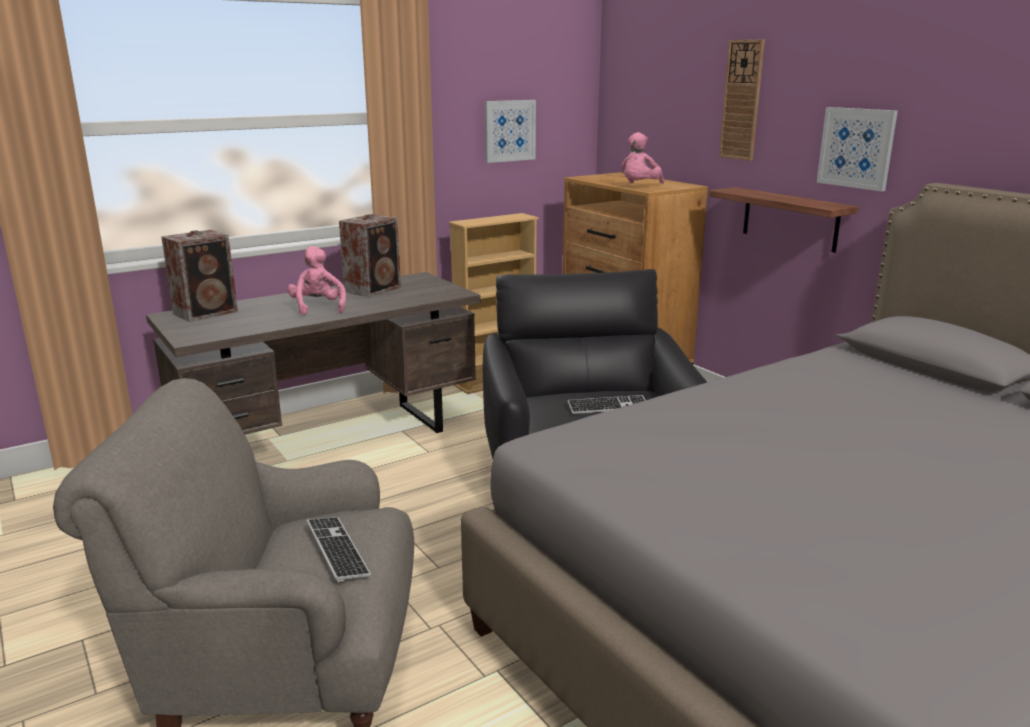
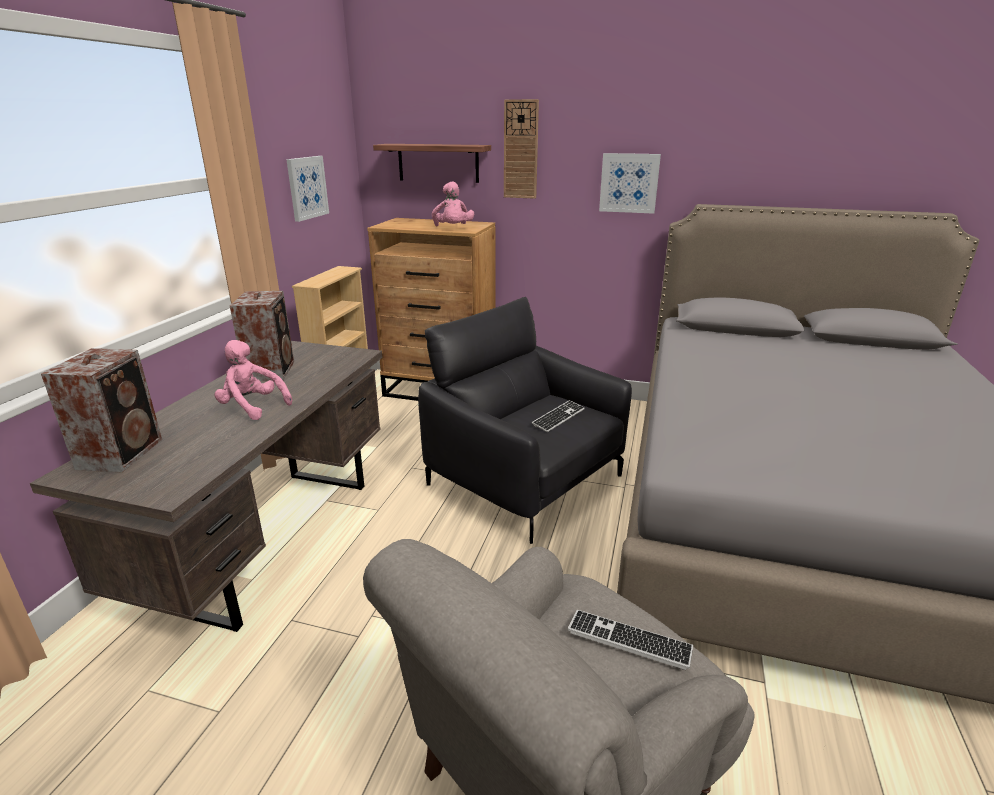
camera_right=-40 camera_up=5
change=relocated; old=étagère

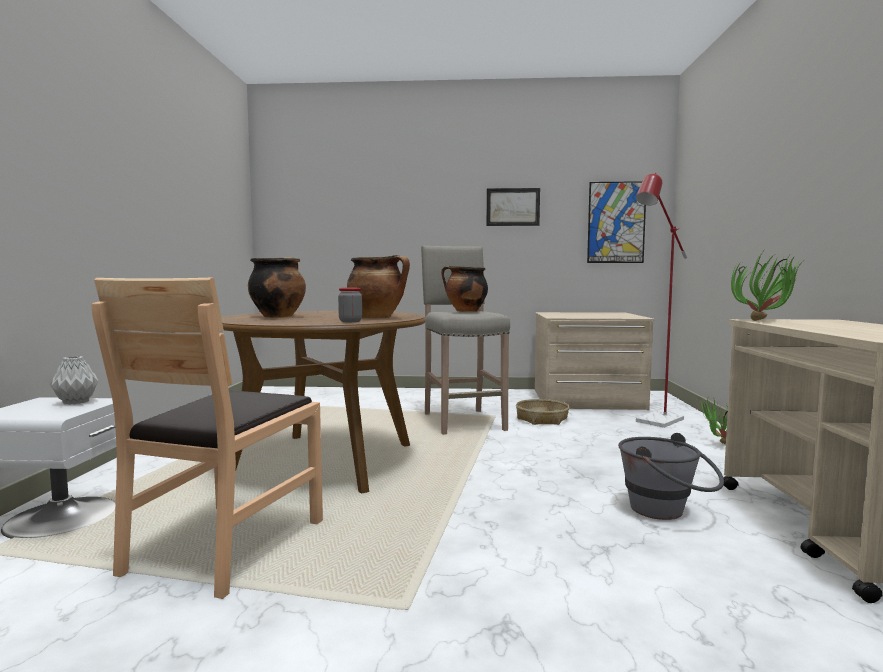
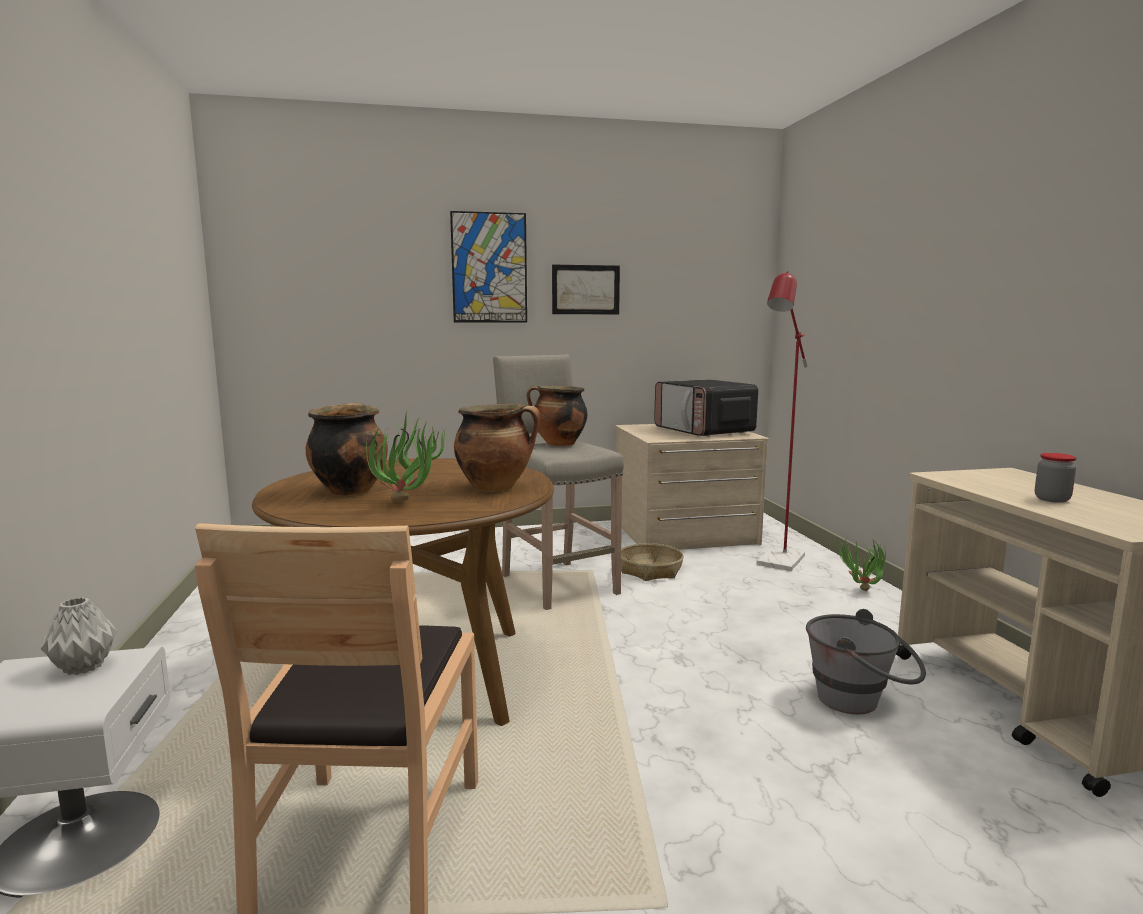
camera_right=-15 camera_up=5
change=appeared; new=micro-ondes
change=relocated; old=bocal
change=relocated; old=tableau (no. 2 from left in the first image); new=tableau (no. 1 from left)
change=relocated; old=plante en pot (no. 2 from left in the first image); new=plante en pot (no. 1 from left)

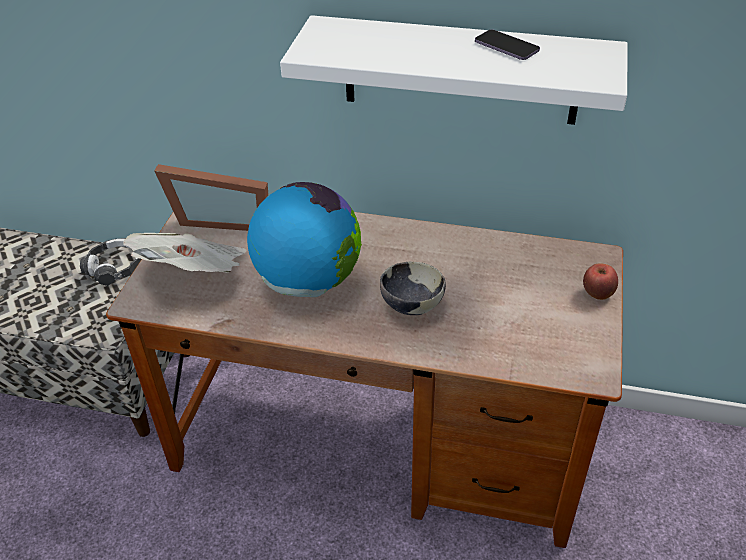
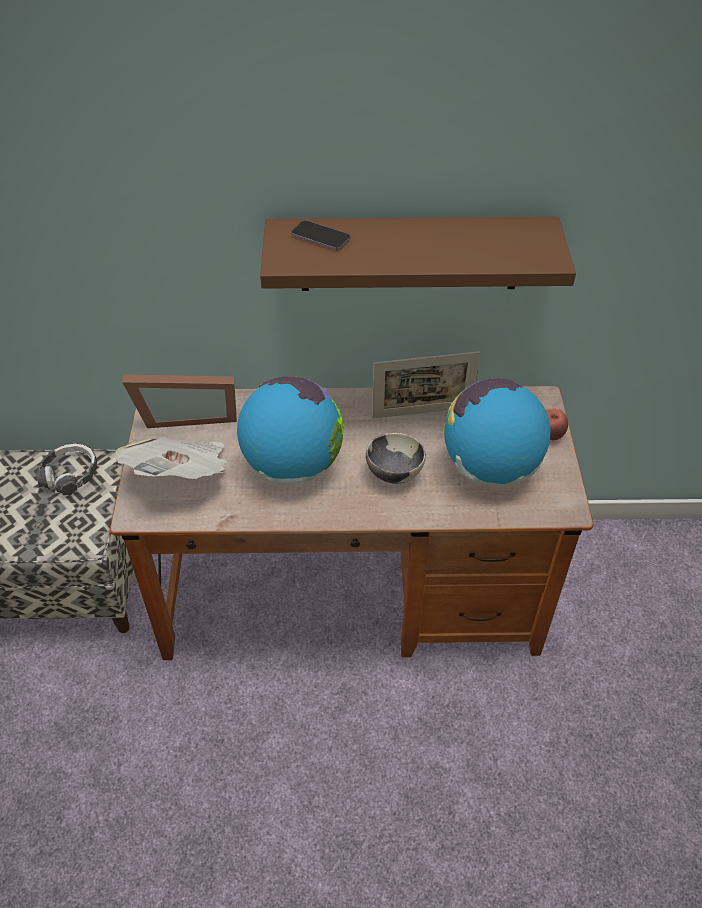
camera_right=-15 camera_up=5
change=appeared; new=cadre photo (no. 2 from left)
change=appeared; new=globe (no. 2 from left)
change=relocated; old=téléphone
change=colour; old=étagère [blanc]; new=étagère [marron]

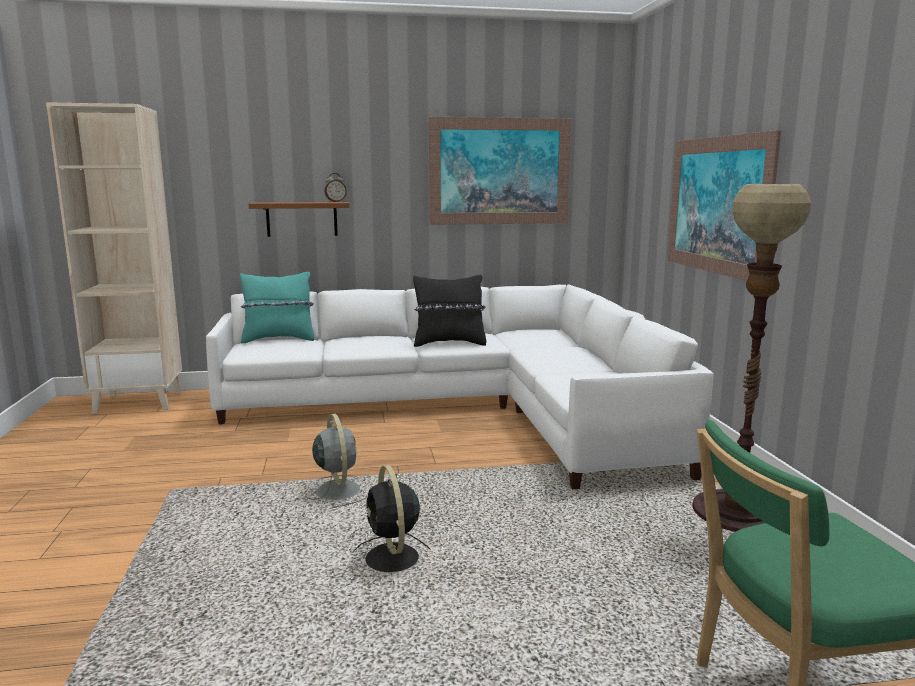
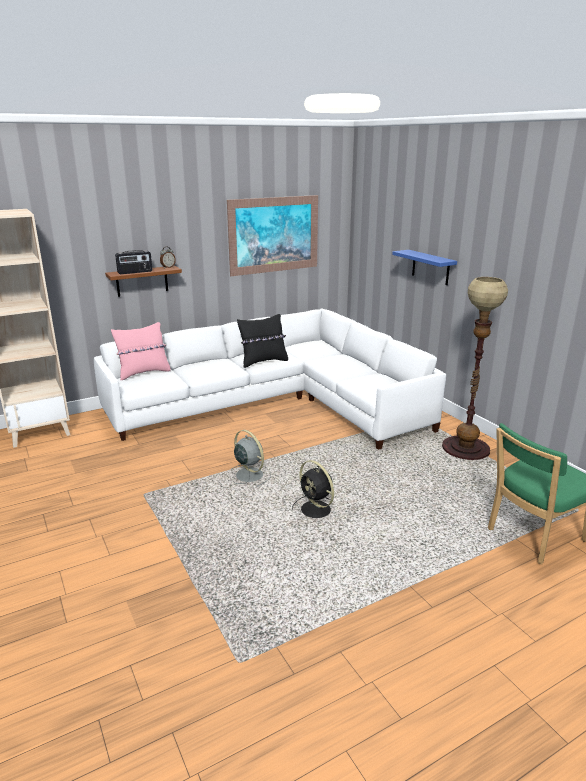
camera_right=-20 camera_up=10
change=appeared; new=radio
change=exchanged; old=tableau (no. 2 from left); new=étagère [bleu]
change=colour; old=coussin [turquoise]; new=coussin [rose]

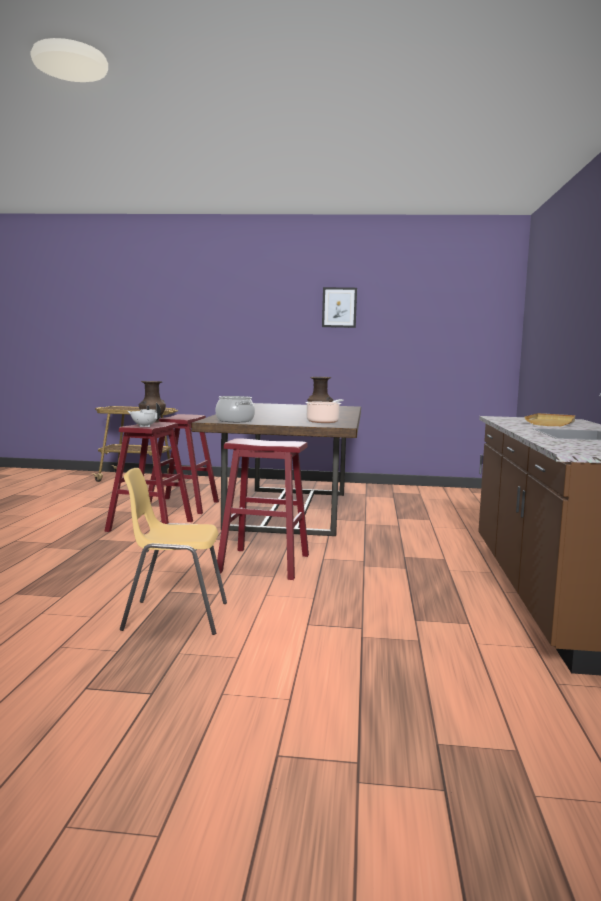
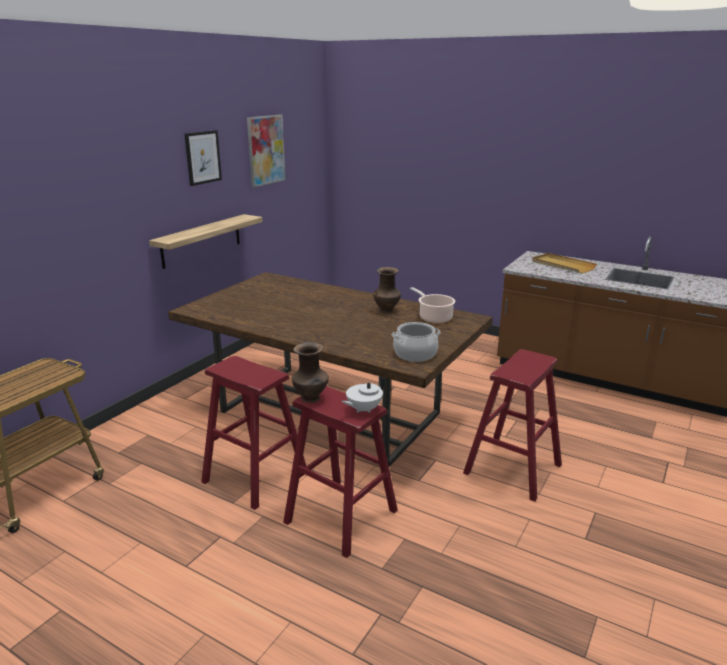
camera_right=-65 camera_up=15
change=missing; old=chaise [jaune]
change=appeared; new=étagère
change=appeared; new=tableau (no. 2 from left)

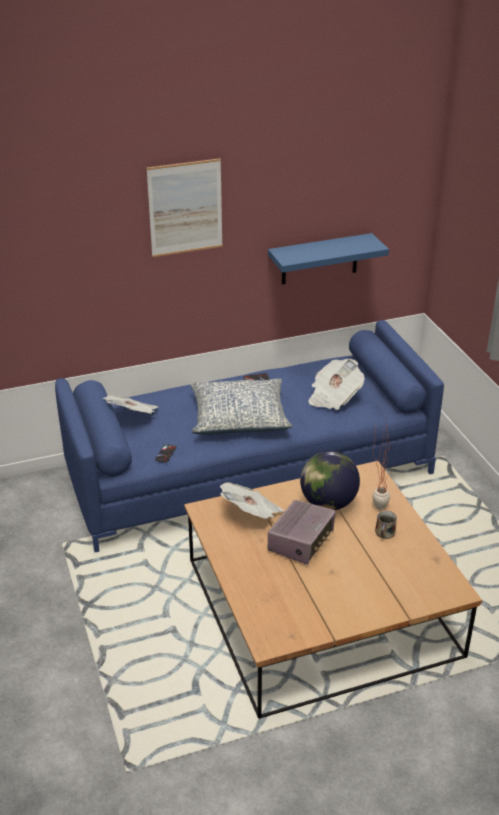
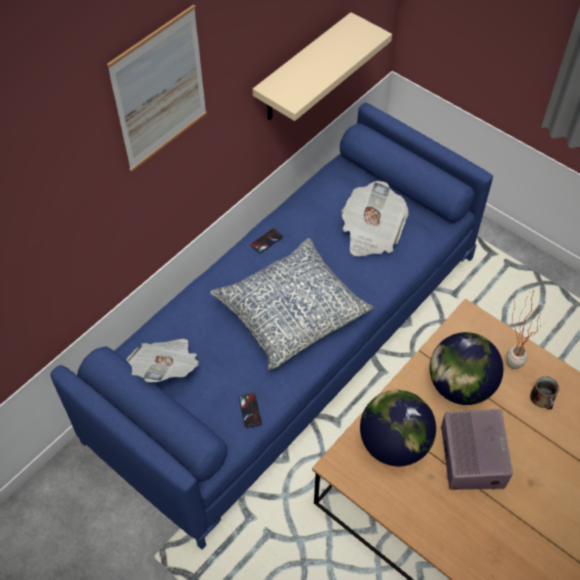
camera_right=-30 camera_up=20
change=exchanged; old=journal (no. 2 from left); new=globe (no. 1 from left)
change=colour; old=étagère [bleu]; new=étagère [beige]

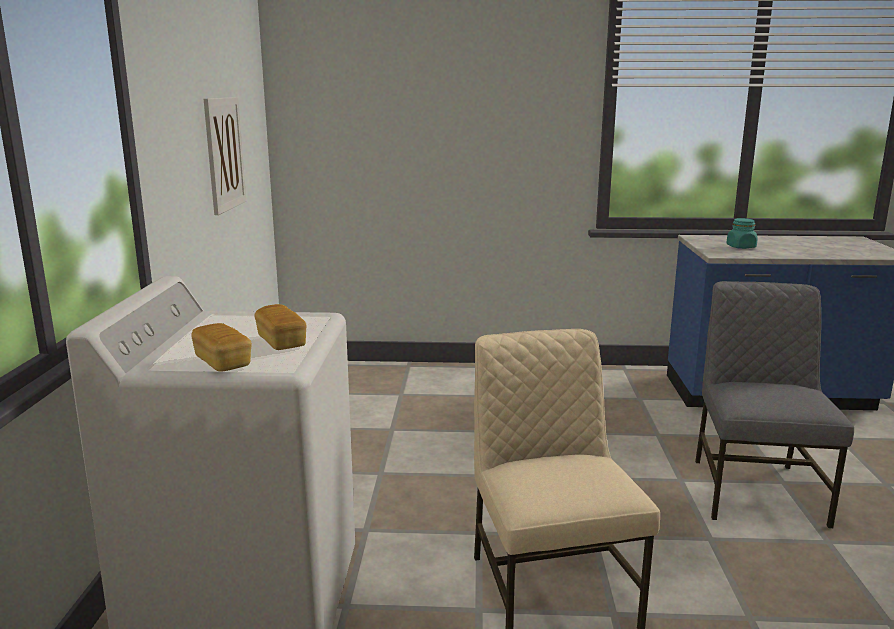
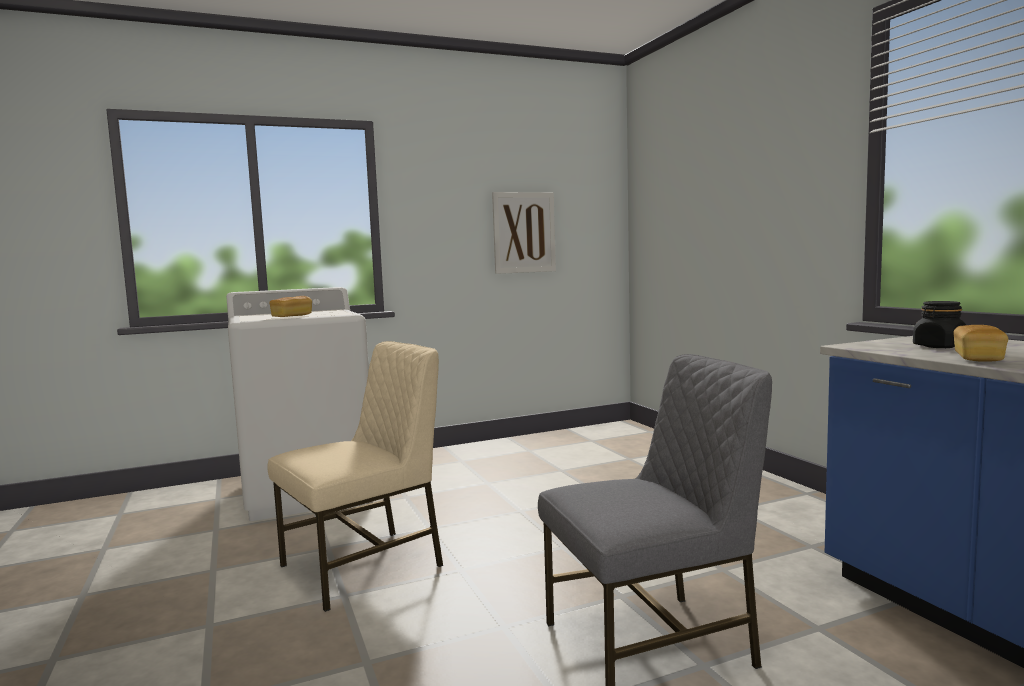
camera_right=65 camera_up=-10
change=relocated; old=pain (no. 1 from left in the first image); new=pain (no. 2 from left)
change=colour; old=bocal [turquoise]; new=bocal [noir]

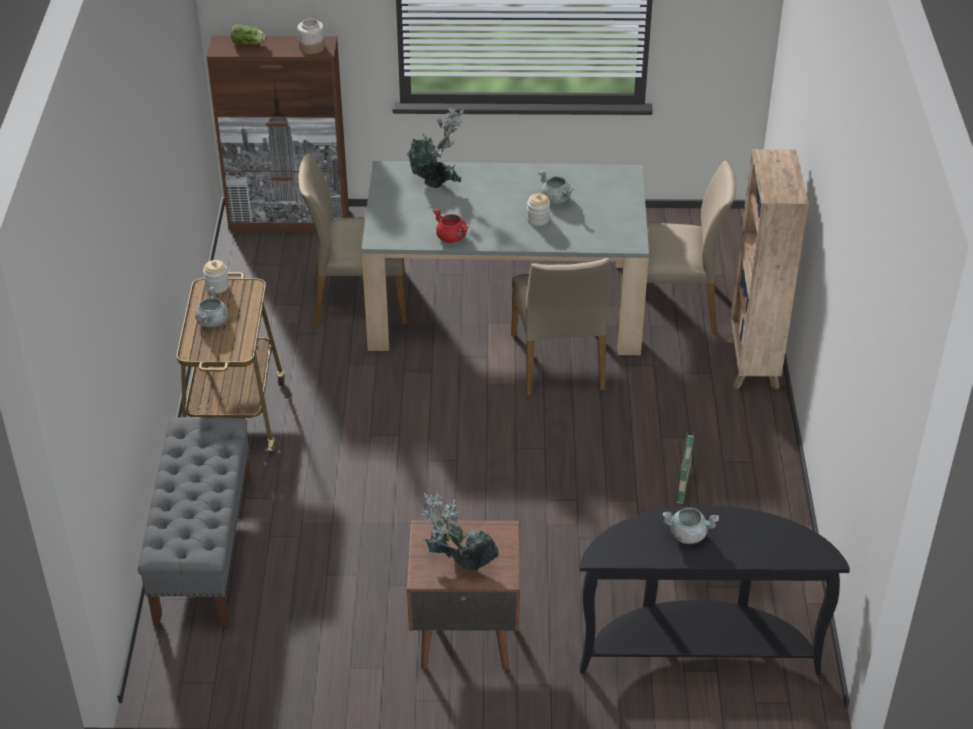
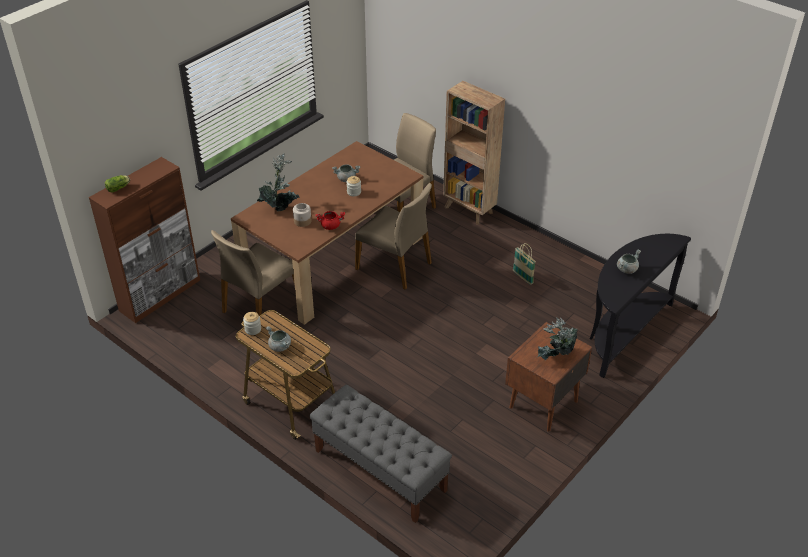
camera_right=-50 camera_up=0
change=relocated; old=bocal (no. 2 from left)
change=colour; old=table à manger [gris]; new=table à manger [marron]

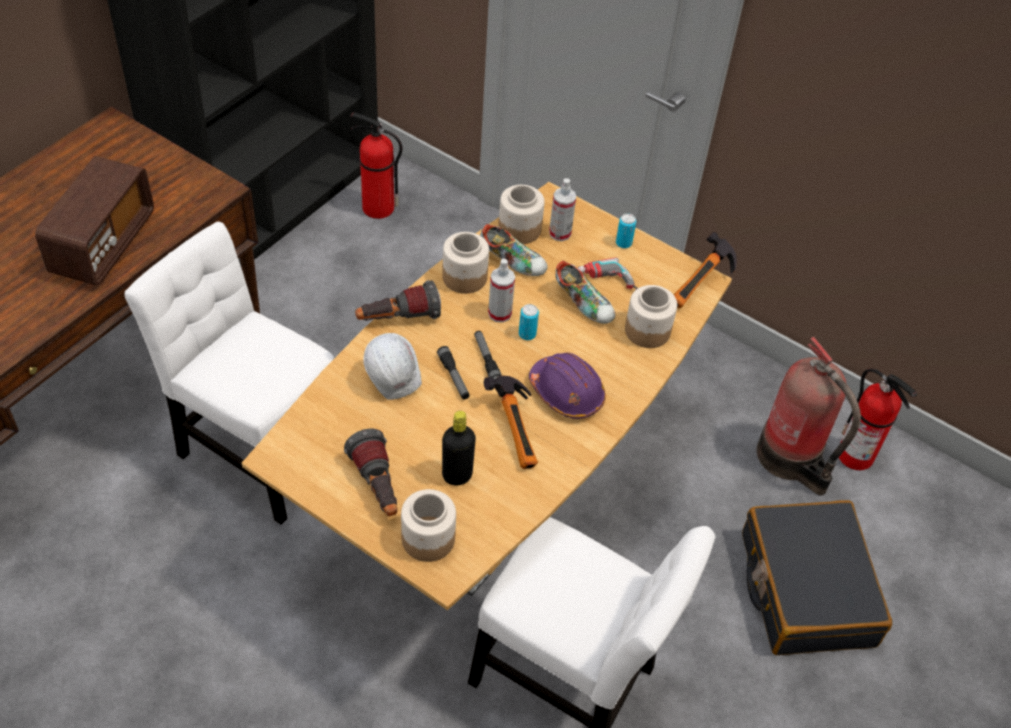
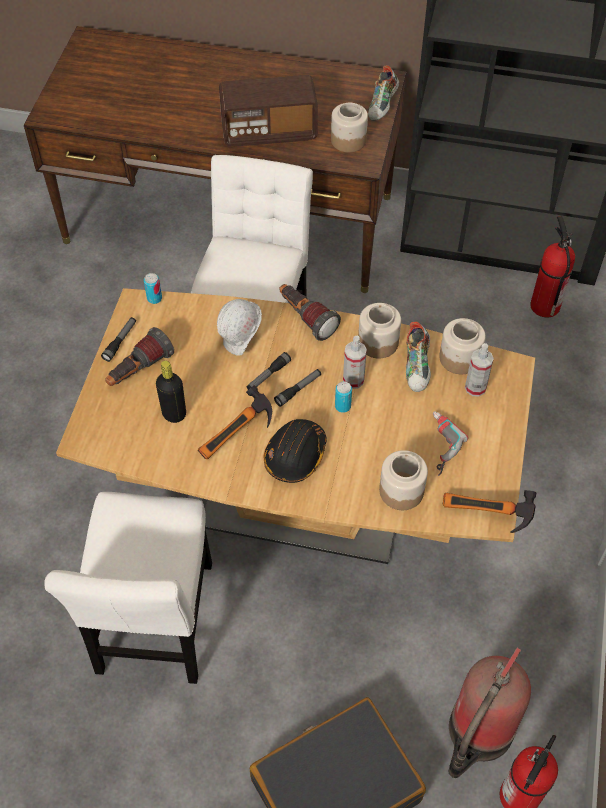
camera_right=70 camera_up=5
change=appeared; new=lampe de poche (no. 1 from left)
change=relocated; old=bocal (no. 1 from left)
change=relocated; old=chaussure (no. 2 from left in the first image); new=chaussure (no. 1 from left)
change=relocated; old=boîte métallique (no. 2 from left in the first image); new=boîte métallique (no. 1 from left)
change=colour; old=casque de chantier [violet]; new=casque de chantier [noir]

